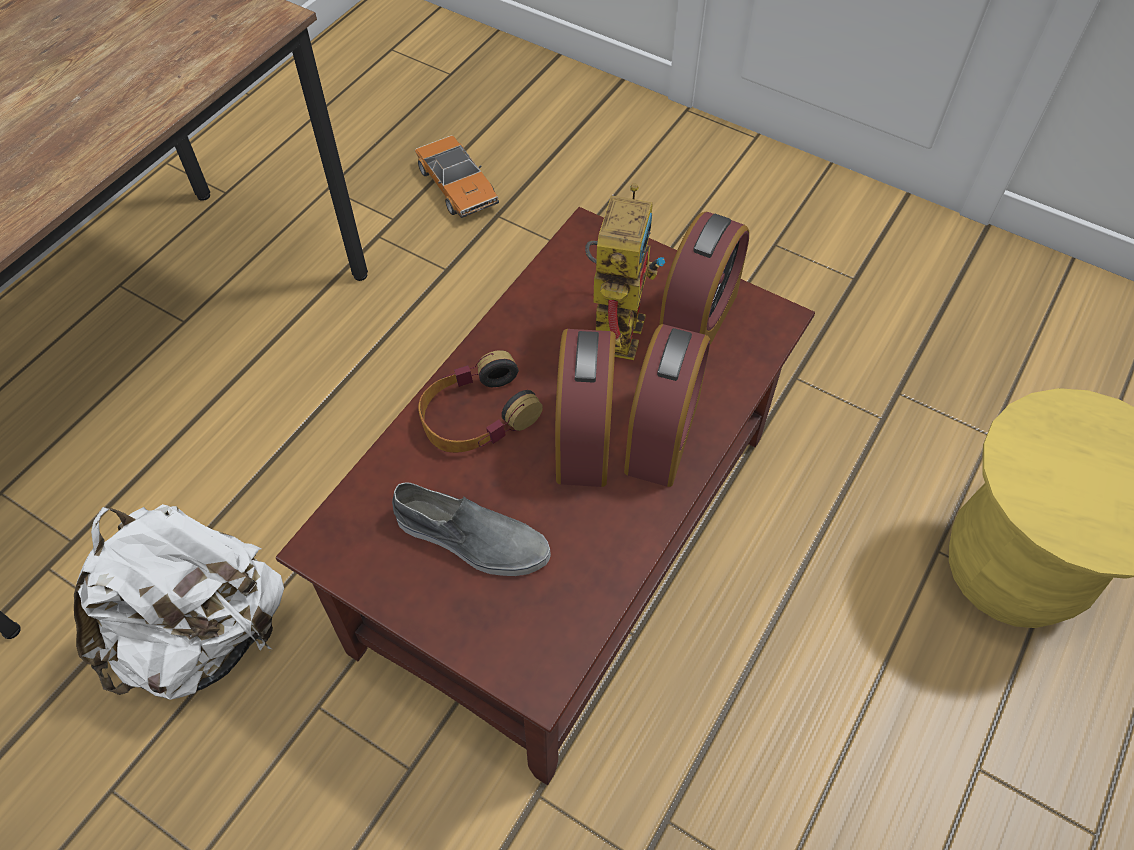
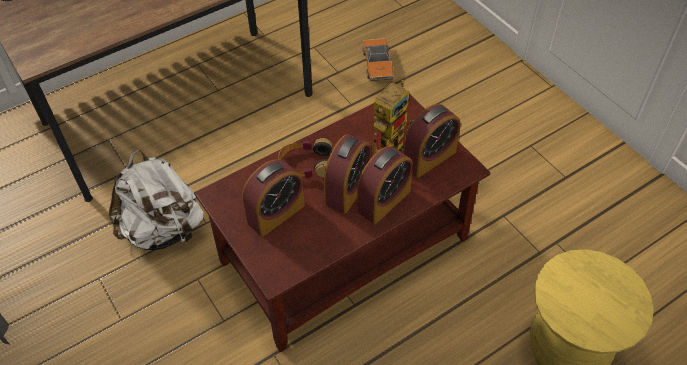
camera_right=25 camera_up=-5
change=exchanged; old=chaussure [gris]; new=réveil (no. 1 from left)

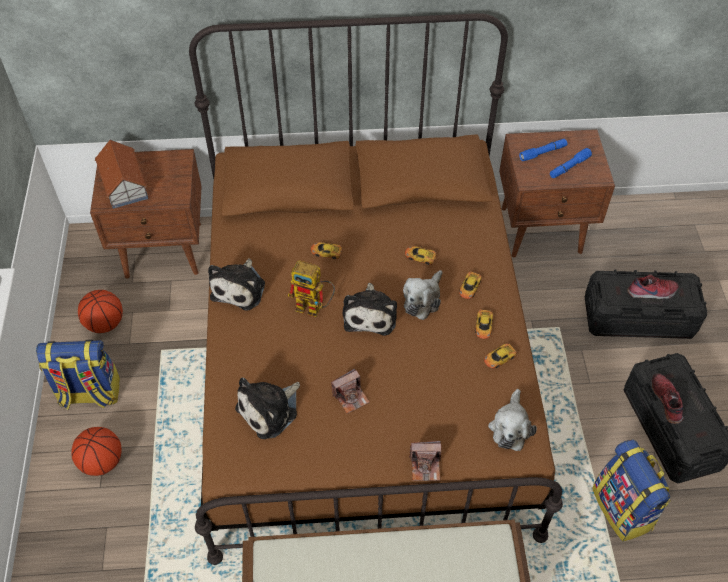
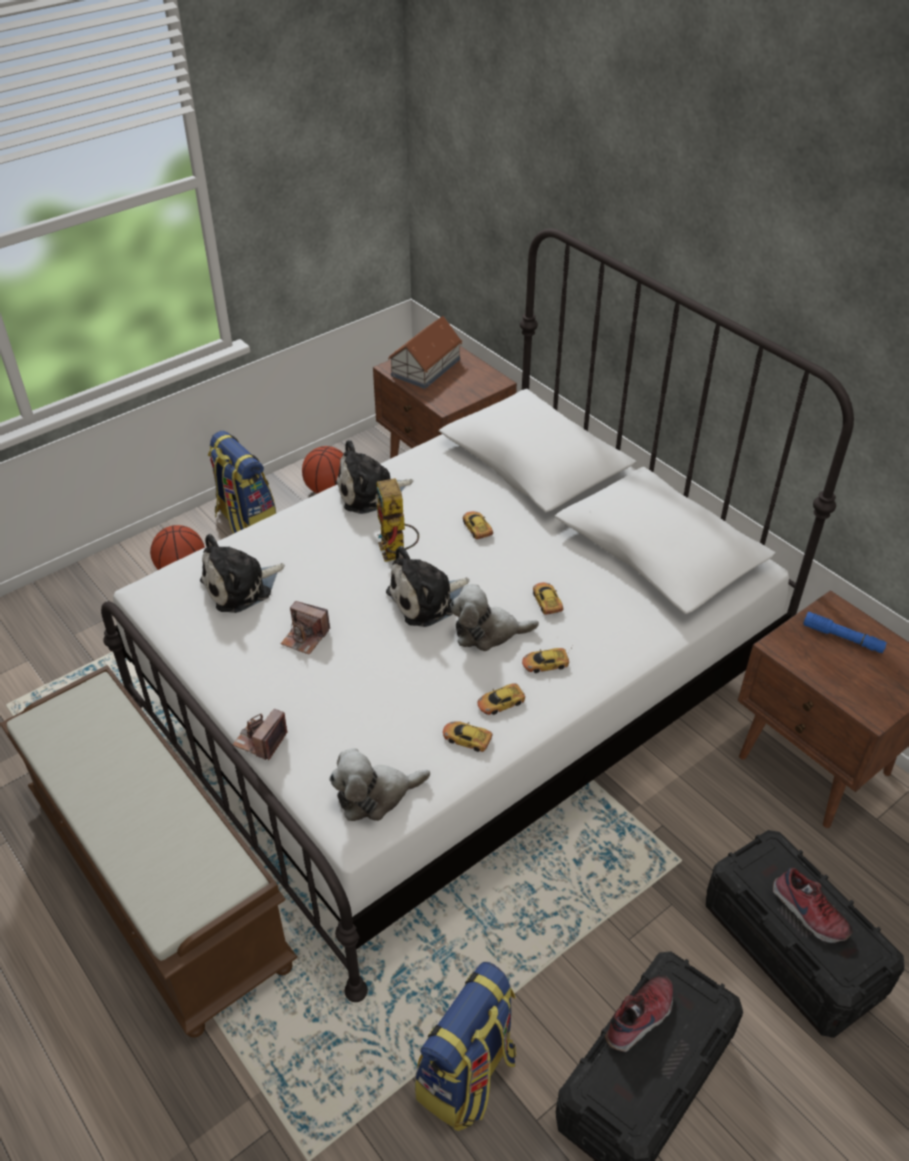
camera_right=55 camera_up=-10
change=missing; old=lampe de poche [bleu] (no. 2 from left)
change=colour; old=lit [marron]; new=lit [blanc]
change=spun; old=peluche (no. 2 from left in the first image); degrees=-45
change=spun; old=appareil photo (no. 2 from left in the first image); degrees=60

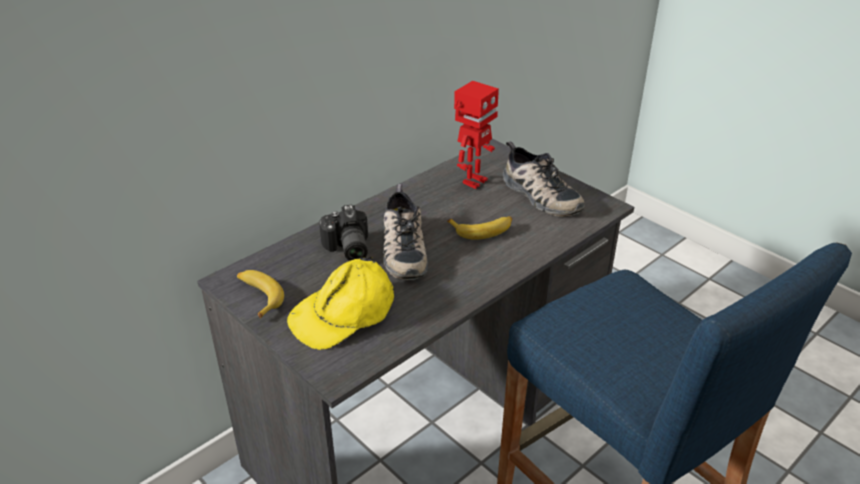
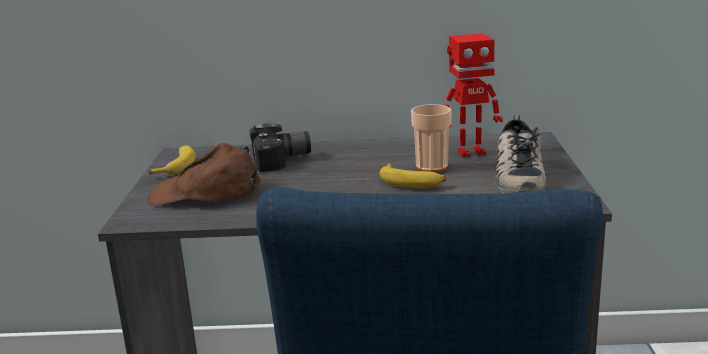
camera_right=45 camera_up=-15
change=missing; old=chaussure (no. 1 from left)
change=appeared; new=tasse
change=colour; old=casquette [jaune]; new=casquette [marron]
change=spun; old=appareil photo; degrees=-135

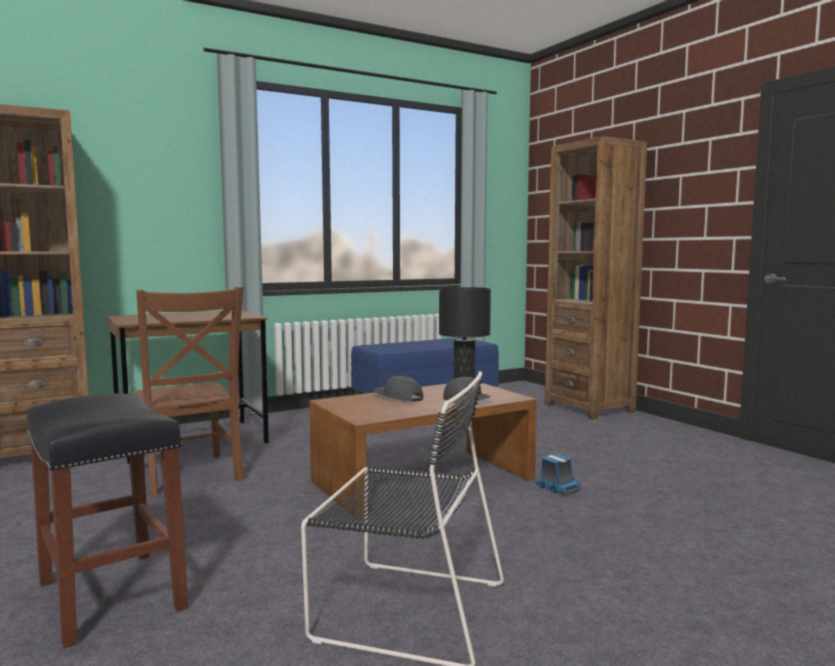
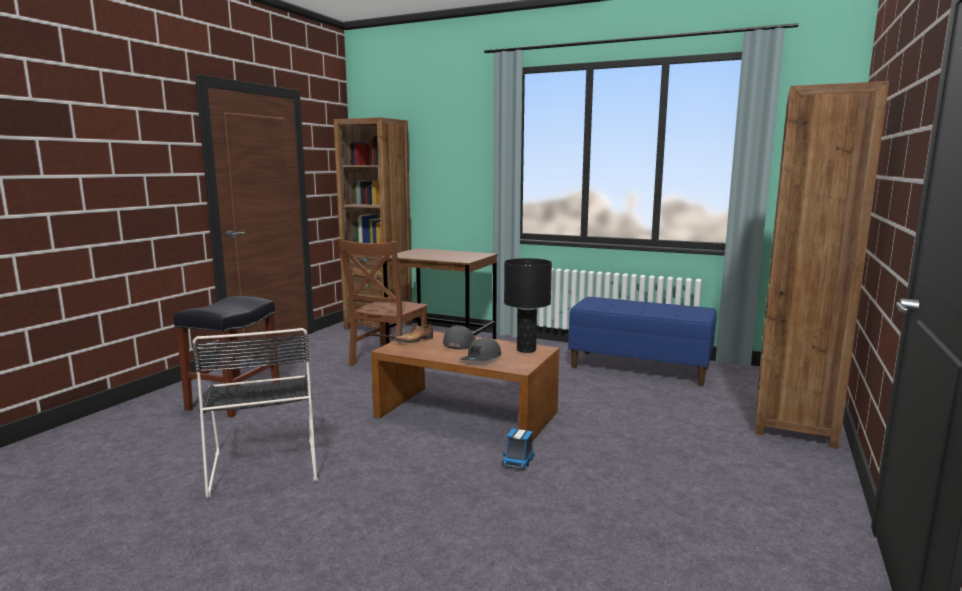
camera_right=55 camera_up=5
change=appeared; new=chaussure

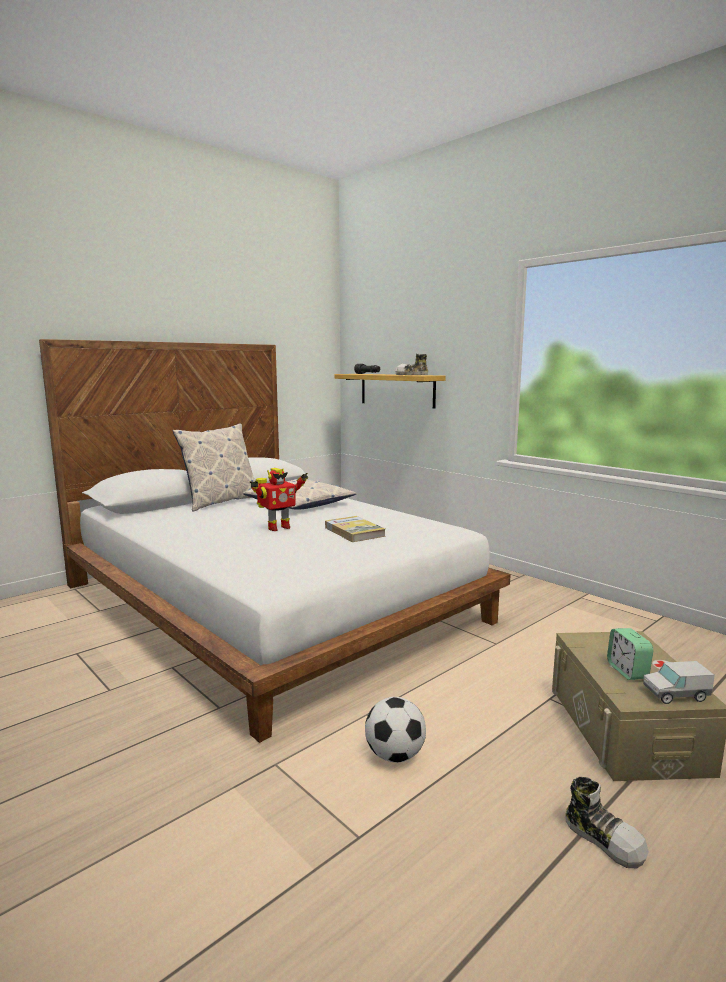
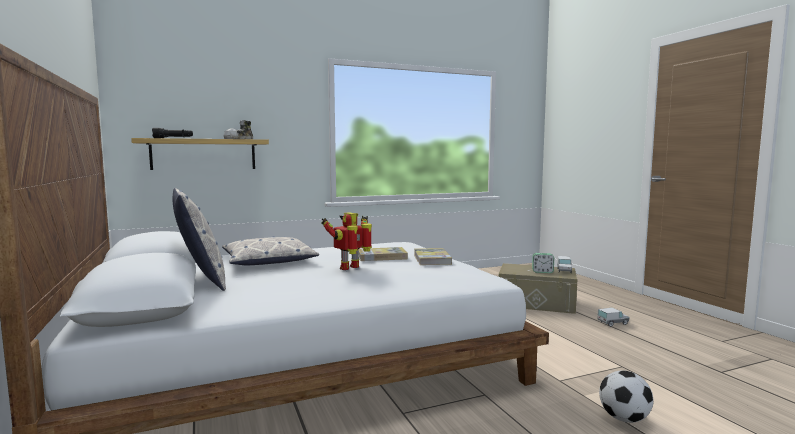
camera_right=-70 camera_up=-5
change=appeared; new=livre (no. 2 from left)
change=relocated; old=ballon de foot
change=exchanged; old=chaussure (no. 2 from left); new=camion jouet (no. 2 from left)
change=spun; old=robot jouet; degrees=-120

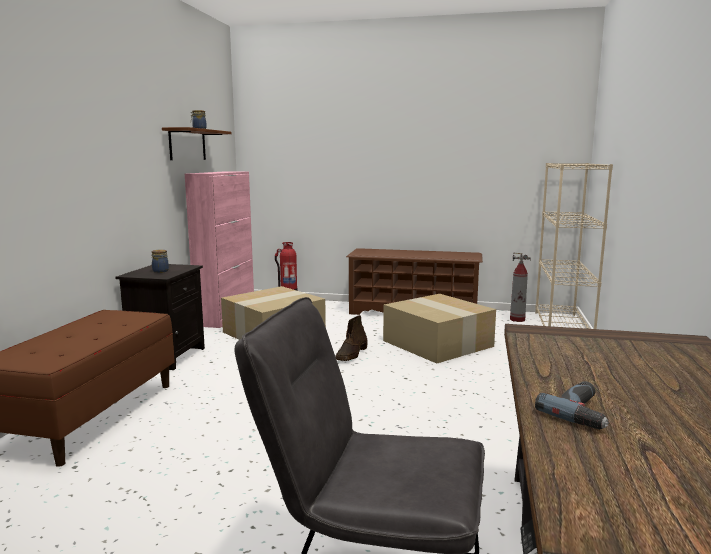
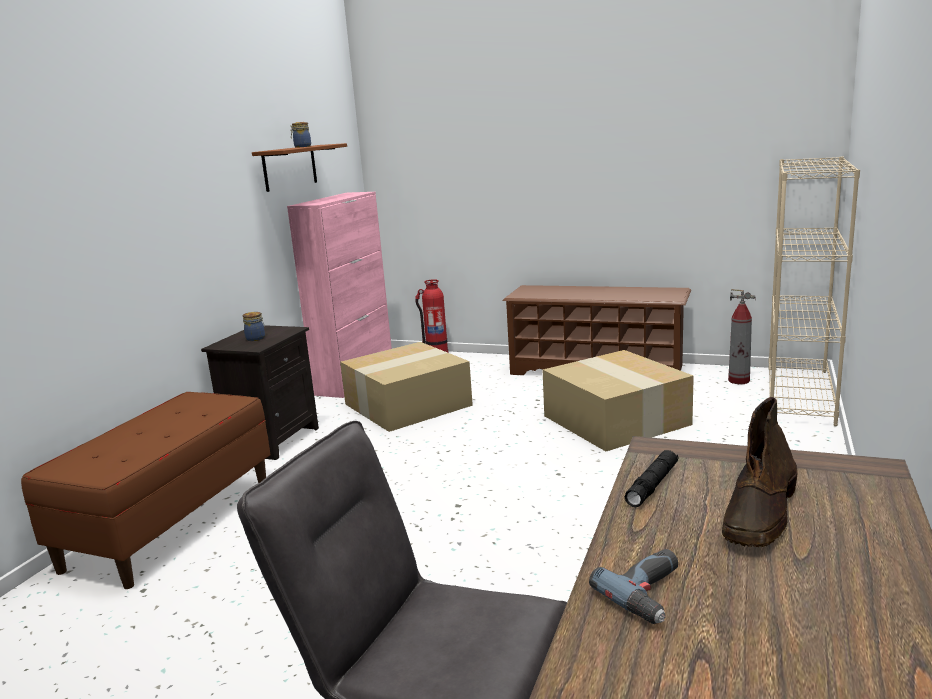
camera_right=10 camera_up=5
change=appeared; new=lampe de poche [noir]
change=relocated; old=botte [marron]

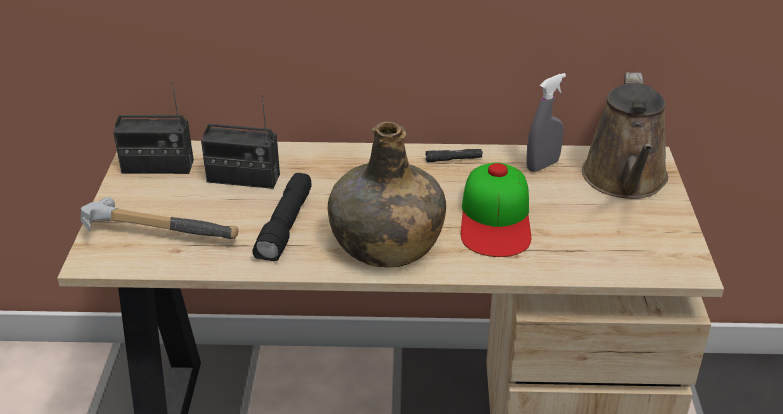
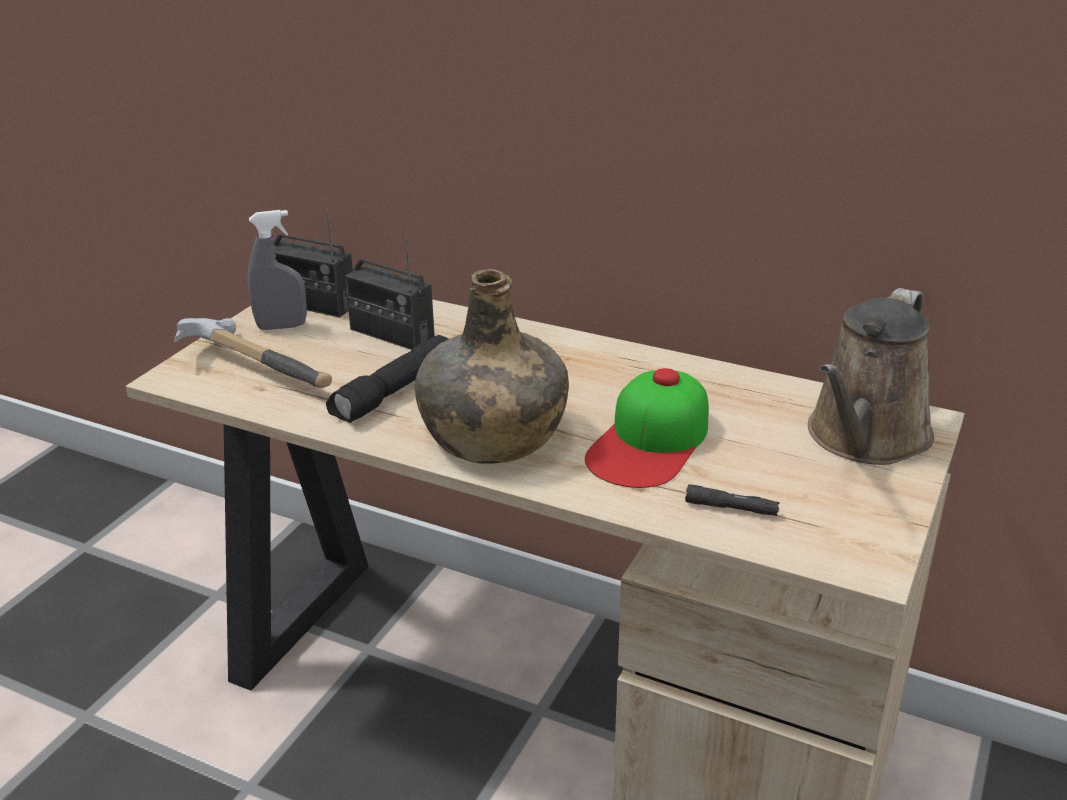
camera_right=25 camera_up=-5
change=relocated; old=lampe de poche [noir] (no. 2 from left)
change=relocated; old=vaporisateur [gris]

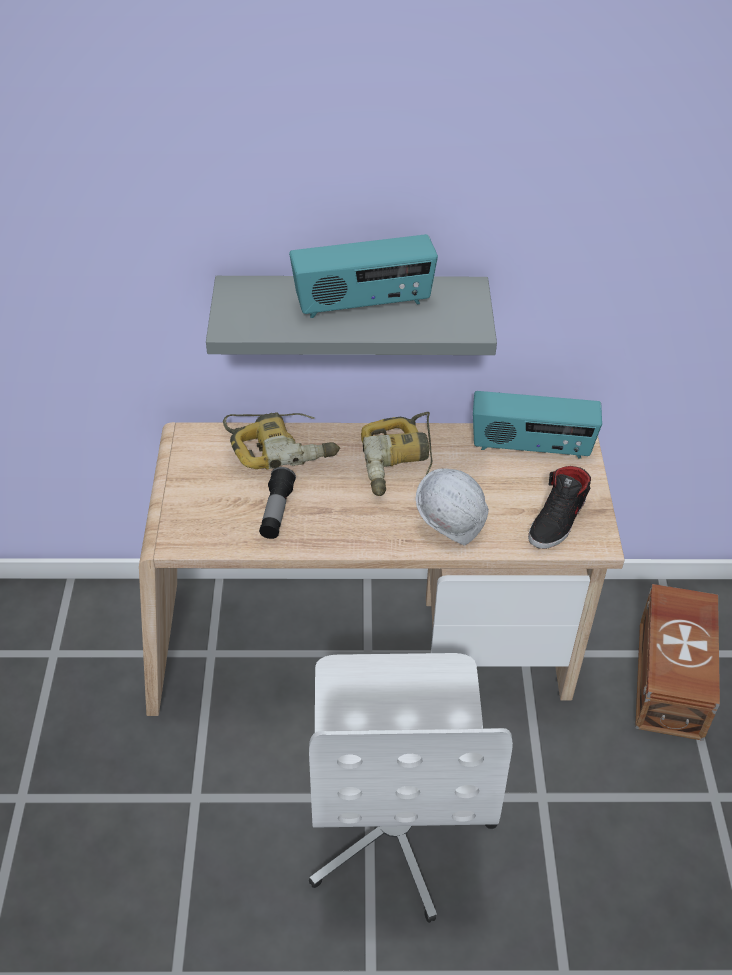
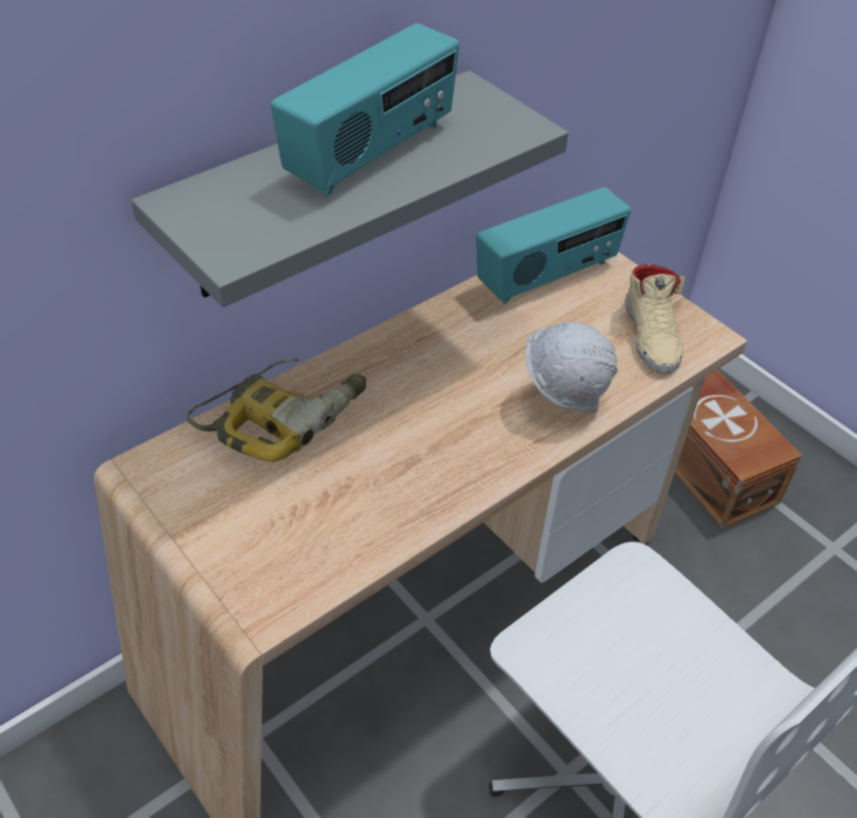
camera_right=-40 camera_up=0
change=missing; old=lampe de poche
change=missing; old=perceuse (no. 2 from left)
change=colour; old=chaussure [noir]; new=chaussure [beige]

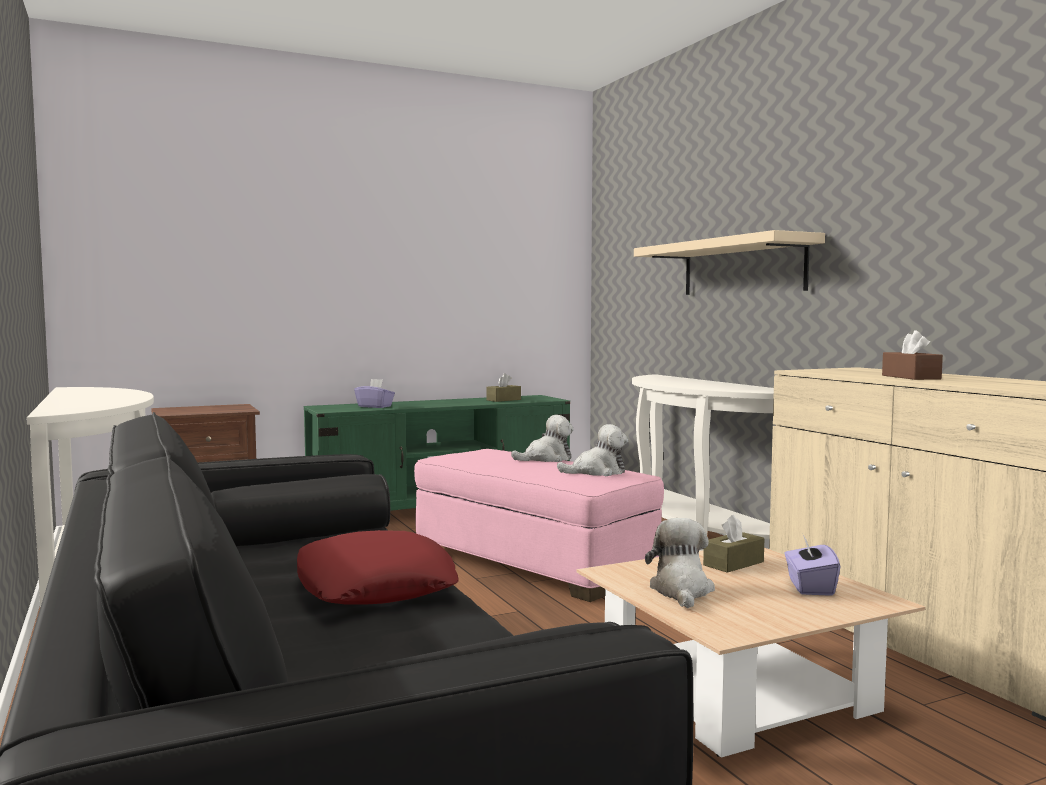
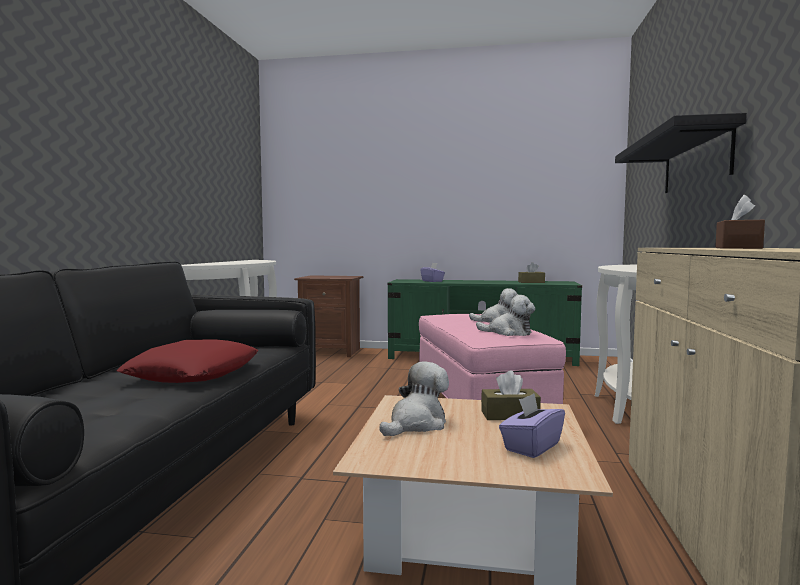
camera_right=35 camera_up=0
change=colour; old=étagère [beige]; new=étagère [noir]

